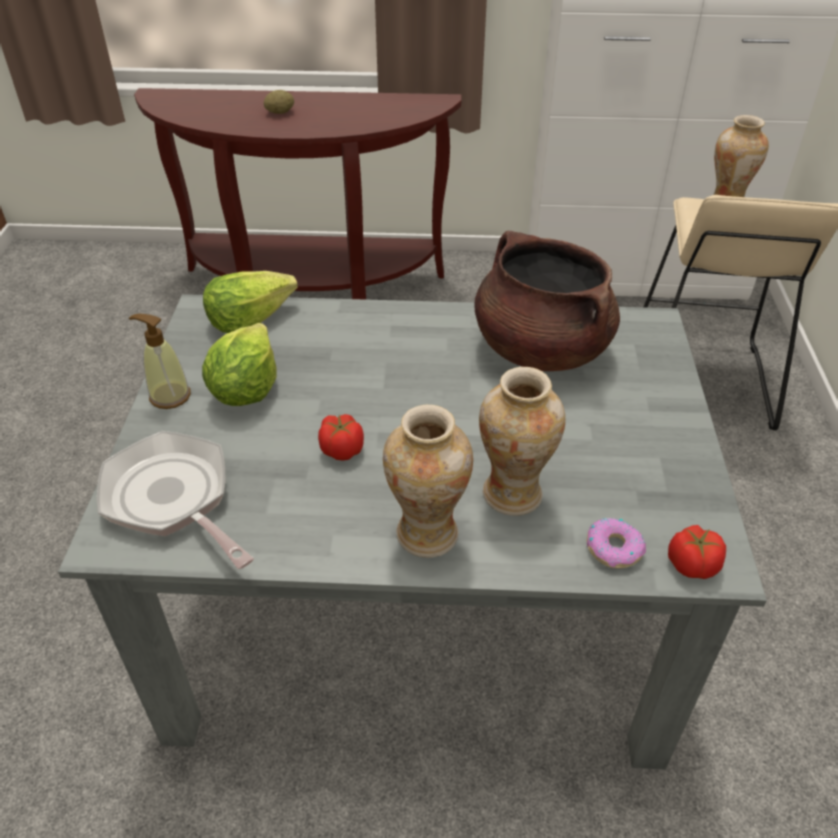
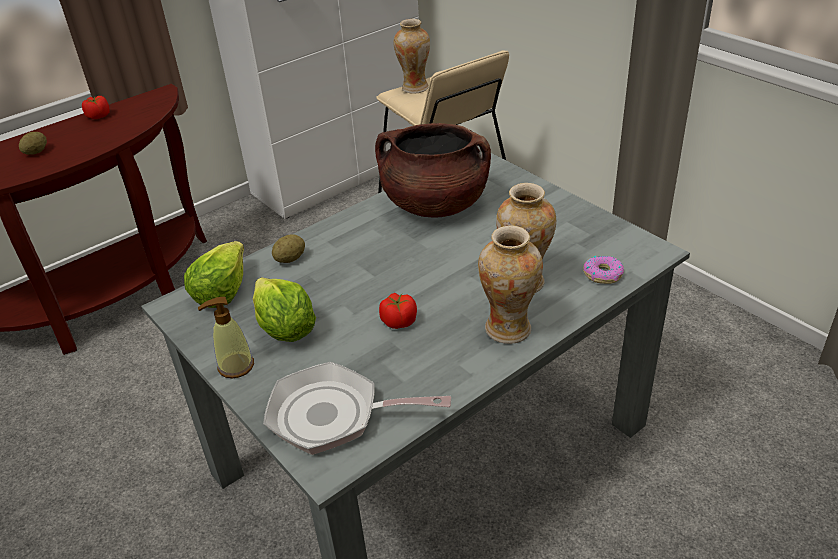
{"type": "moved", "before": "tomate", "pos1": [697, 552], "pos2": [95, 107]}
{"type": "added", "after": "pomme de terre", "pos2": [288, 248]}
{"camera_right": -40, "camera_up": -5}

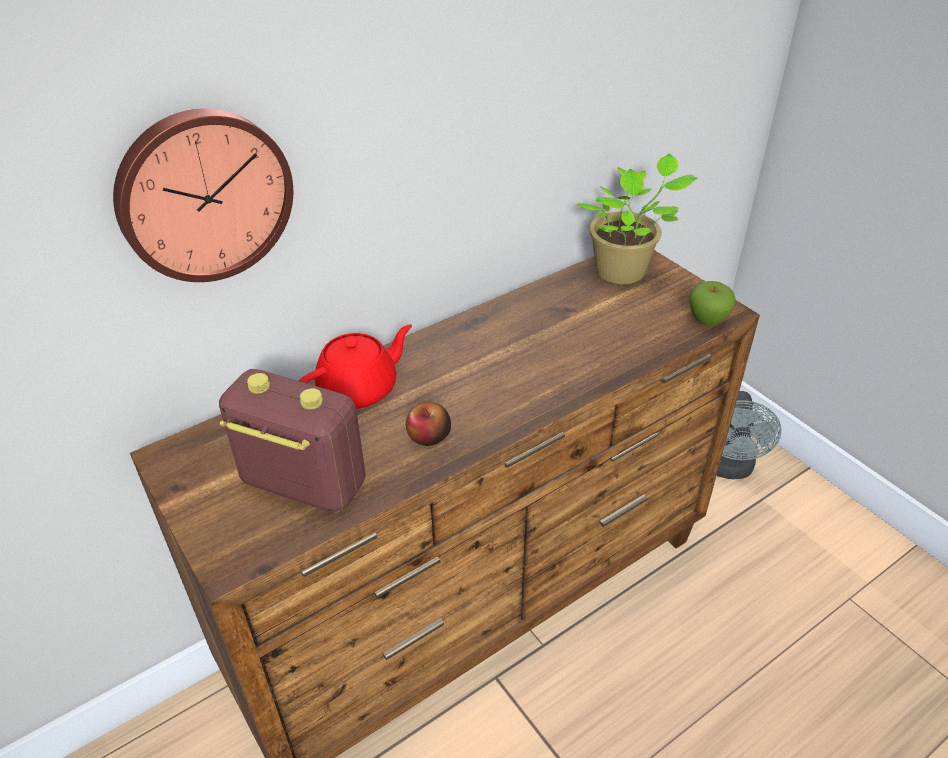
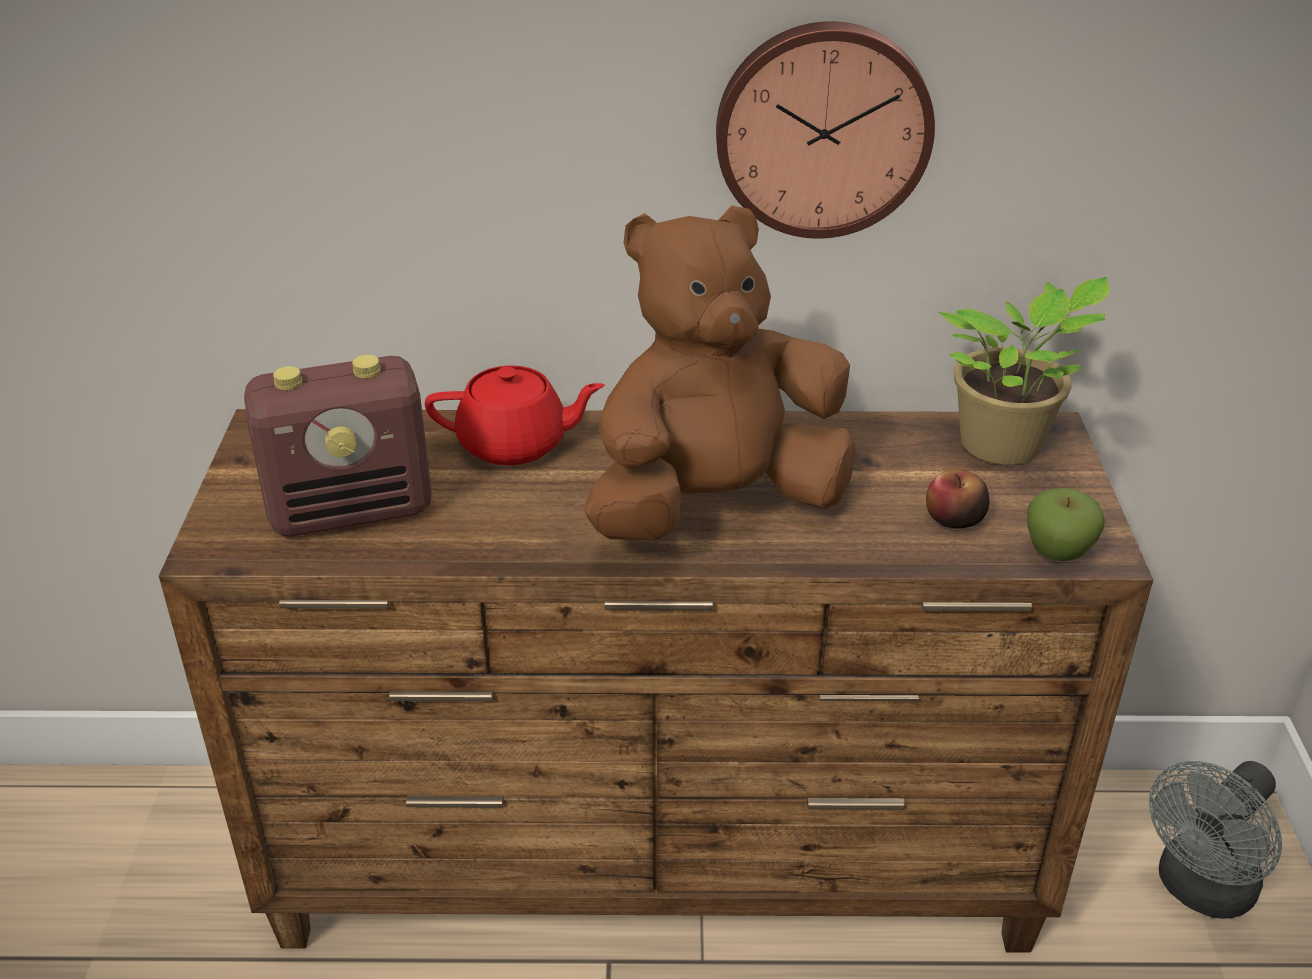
{"type": "moved", "before": "horloge murale", "pos1": [203, 195], "pos2": [825, 130]}
{"type": "turned", "before": "radio", "pos1": [292, 441], "pos2": [338, 445], "turn": 105}
{"type": "moved", "before": "pomme", "pos1": [428, 424], "pos2": [958, 499]}
{"type": "added", "after": "peluche/marron", "pos2": [720, 373]}
{"camera_right": 35, "camera_up": -5}

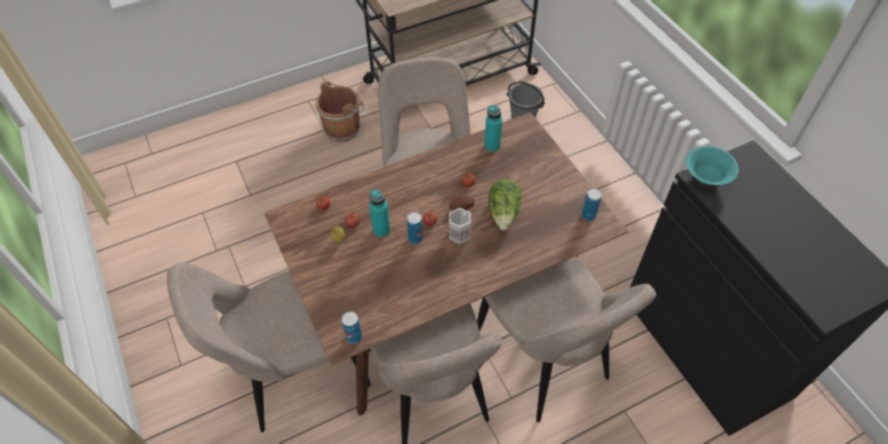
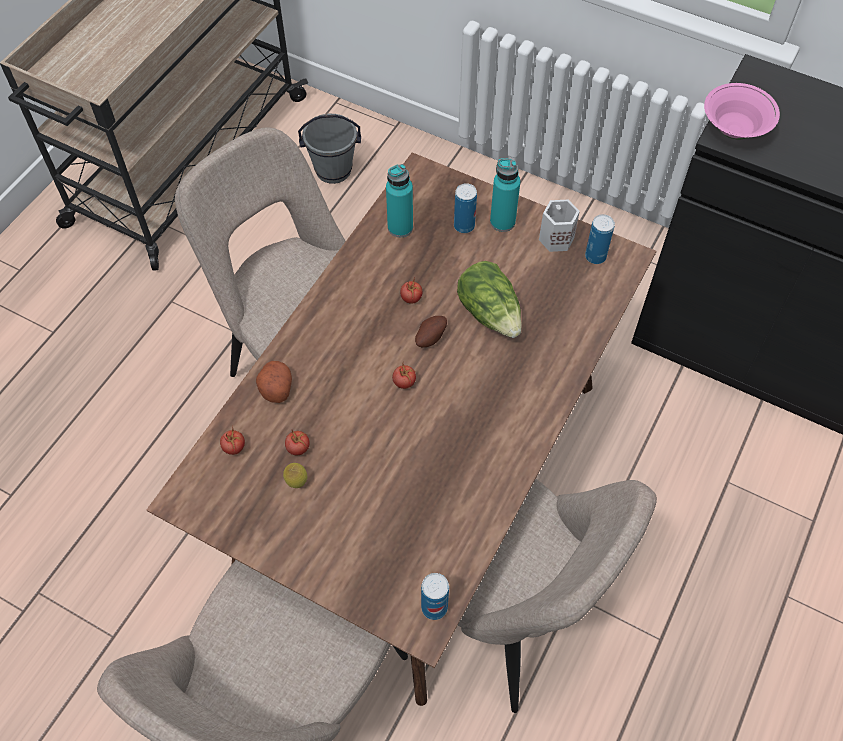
{"type": "removed", "before": "seau/marron", "pos1": [339, 111]}
{"type": "moved", "before": "bouteille/turquoise", "pos1": [379, 213], "pos2": [505, 195]}
{"type": "moved", "before": "boîte métallique", "pos1": [415, 228], "pos2": [465, 208]}
{"type": "moved", "before": "mug/blanc", "pos1": [460, 226], "pos2": [559, 226]}
{"type": "removed", "before": "chaise/beige", "pos1": [566, 339]}
{"type": "recoloured", "before": "bol/turquoise", "after": "bol/rose", "pos1": [712, 165], "pos2": [742, 111]}
{"type": "added", "after": "pomme de terre", "pos2": [274, 382]}
{"camera_right": -35, "camera_up": 5}

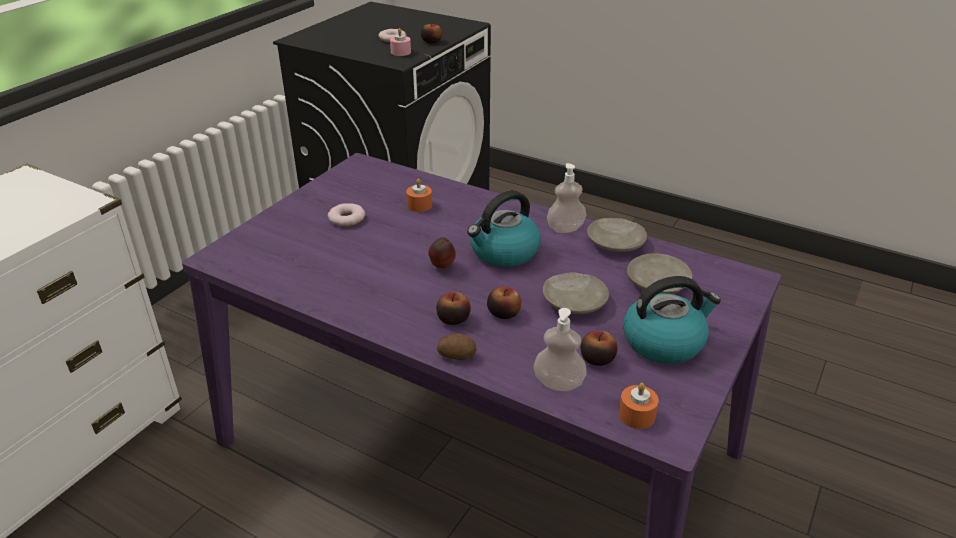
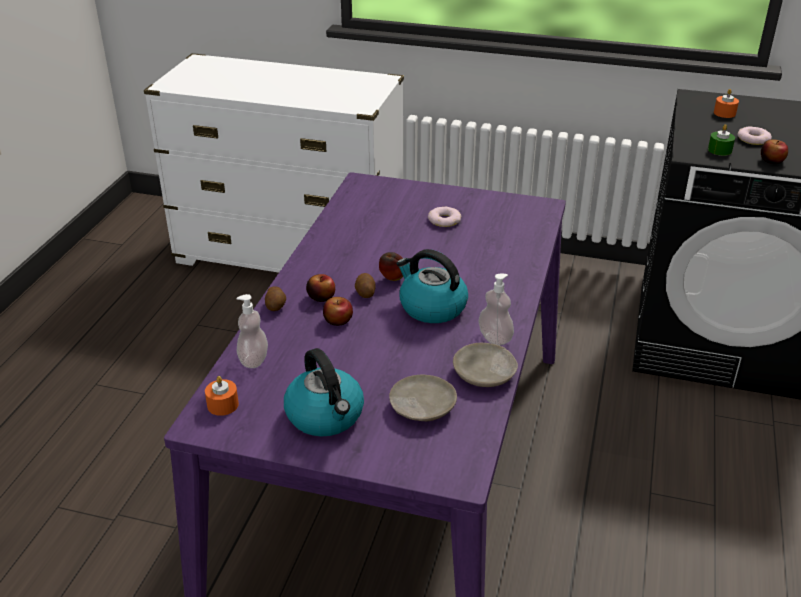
{"type": "recoloured", "before": "bougie/rose", "after": "bougie/vert", "pos1": [400, 42], "pos2": [721, 140]}
{"type": "moved", "before": "bougie/orange", "pos1": [419, 195], "pos2": [726, 103]}
{"type": "removed", "before": "assiette/beige", "pos1": [576, 293]}
{"type": "removed", "before": "pomme", "pos1": [599, 348]}
{"type": "added", "after": "pomme de terre", "pos2": [365, 285]}
{"camera_right": 75, "camera_up": 0}

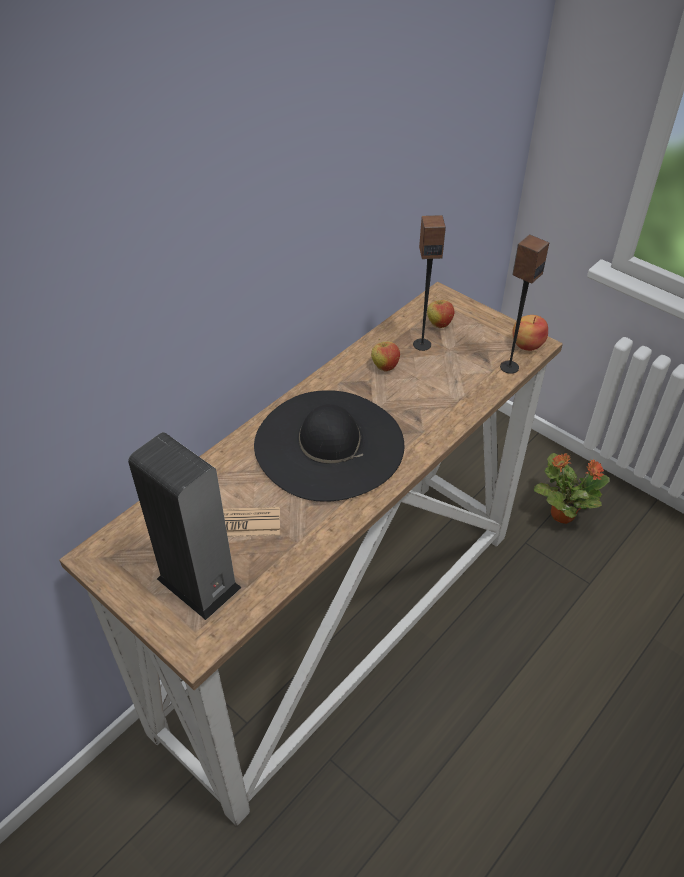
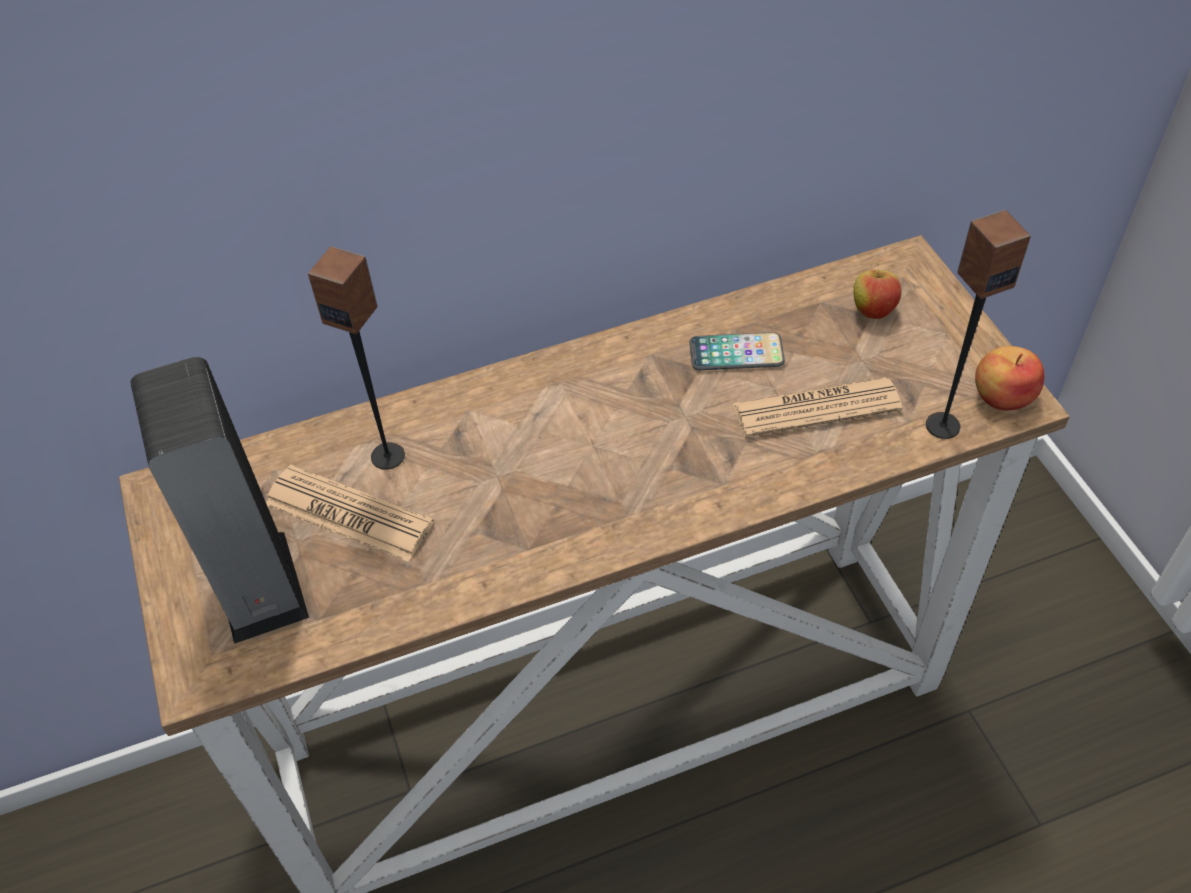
{"type": "removed", "before": "chapeau/noir", "pos1": [329, 446]}
{"type": "replaced", "before": "pomme", "after": "téléphone", "pos1": [385, 355], "pos2": [737, 351]}
{"type": "moved", "before": "enceinte", "pos1": [429, 283], "pos2": [356, 358]}
{"type": "removed", "before": "plante en pot", "pos1": [572, 488]}
{"type": "added", "after": "journal", "pos2": [817, 407]}
{"camera_right": 30, "camera_up": 5}

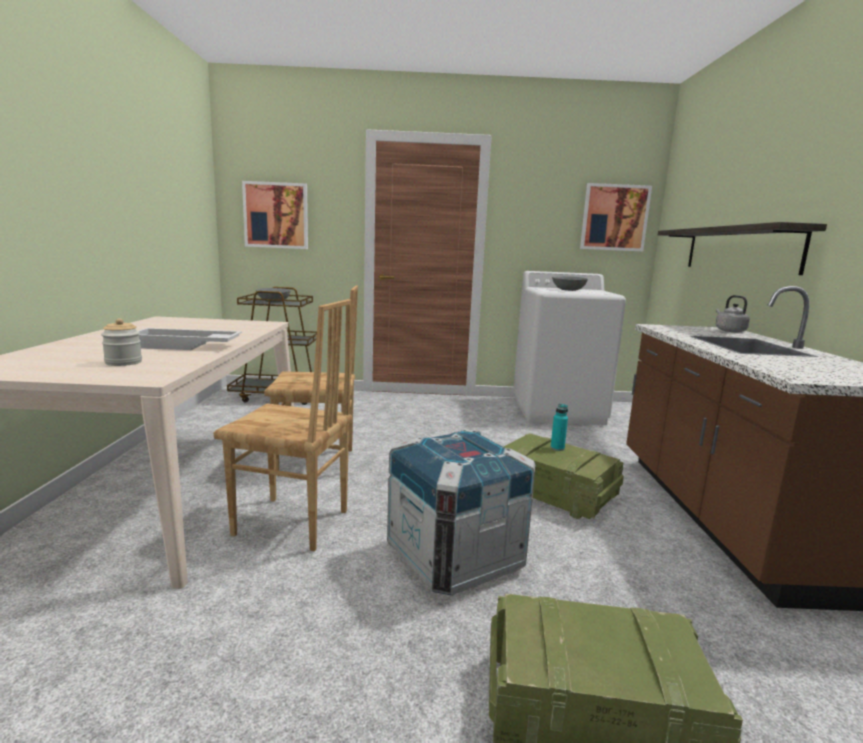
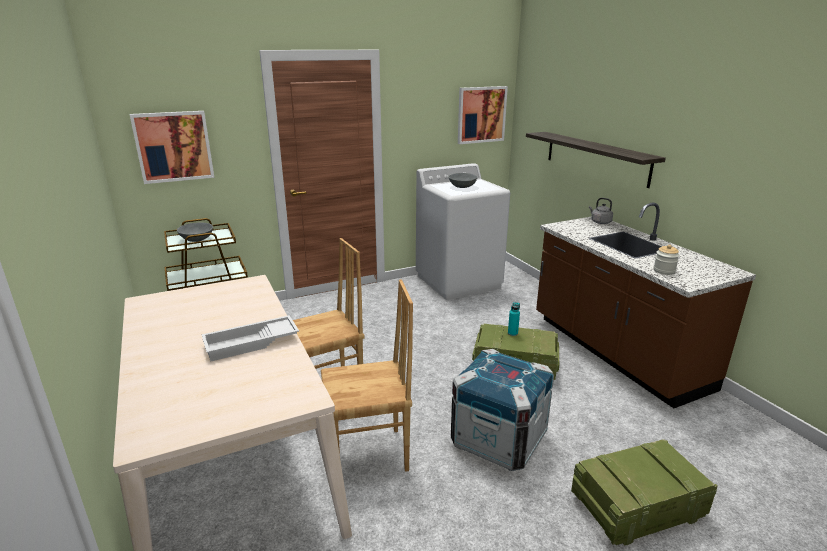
{"type": "moved", "before": "bocal", "pos1": [121, 342], "pos2": [666, 260]}
{"camera_right": -25, "camera_up": 10}

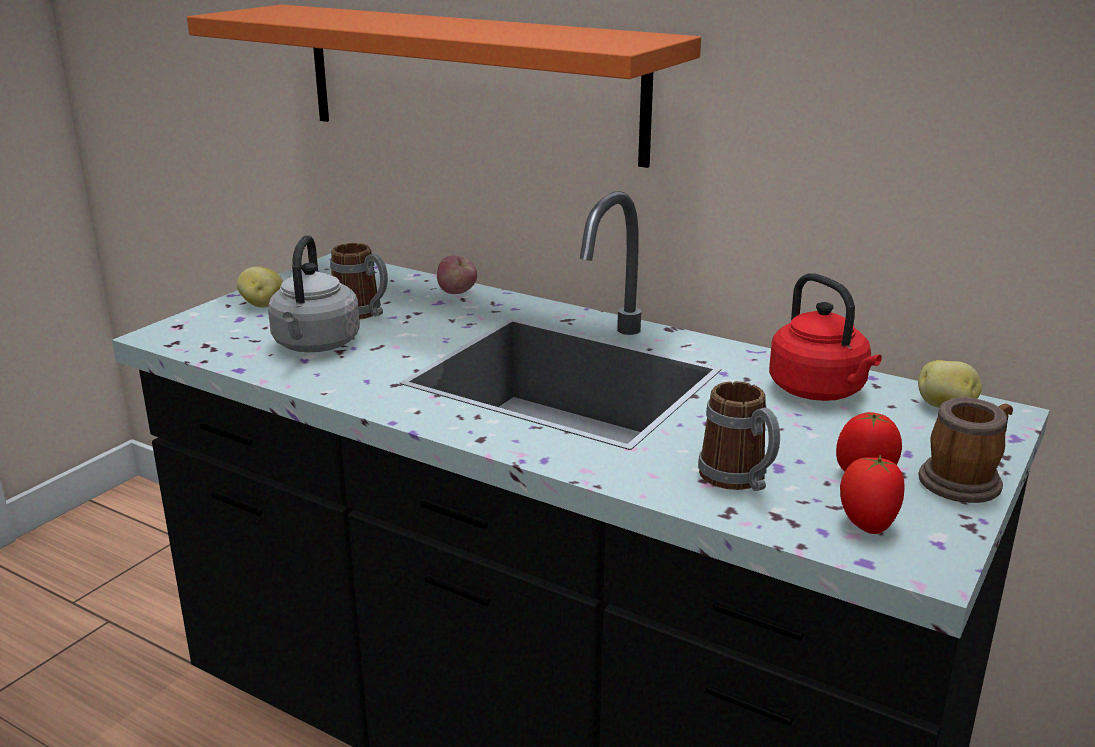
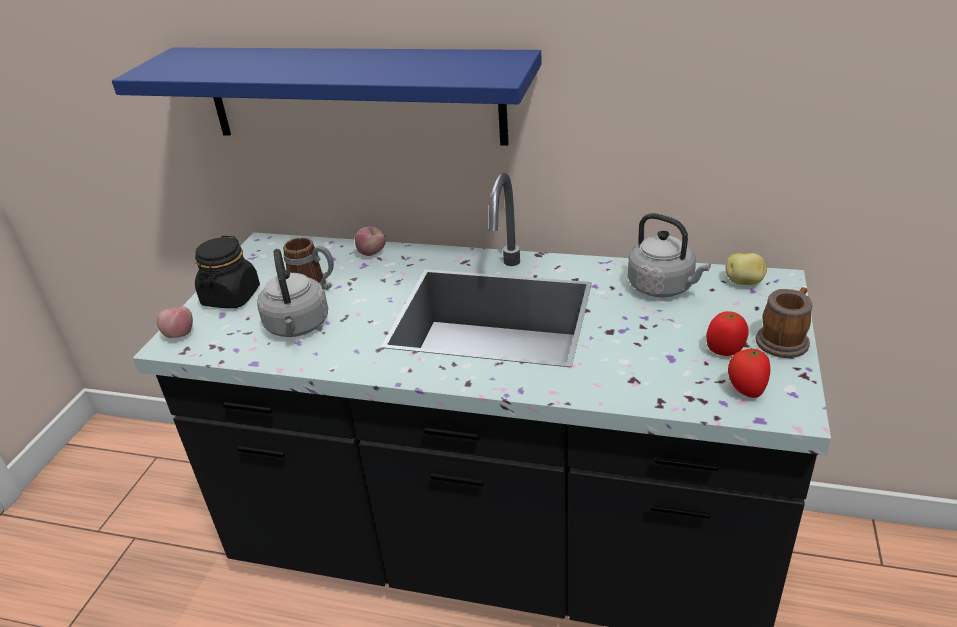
{"type": "recoloured", "before": "étagère/orange", "after": "étagère/bleu", "pos1": [444, 86], "pos2": [327, 96]}
{"type": "replaced", "before": "pomme de terre", "after": "bocal/noir", "pos1": [260, 286], "pos2": [227, 272]}
{"type": "removed", "before": "mug", "pos1": [739, 436]}
{"type": "recoloured", "before": "bouilloire/rouge", "after": "bouilloire/gris", "pos1": [825, 337], "pos2": [669, 255]}
{"type": "added", "after": "pomme", "pos2": [175, 322]}
{"camera_right": -15, "camera_up": 10}

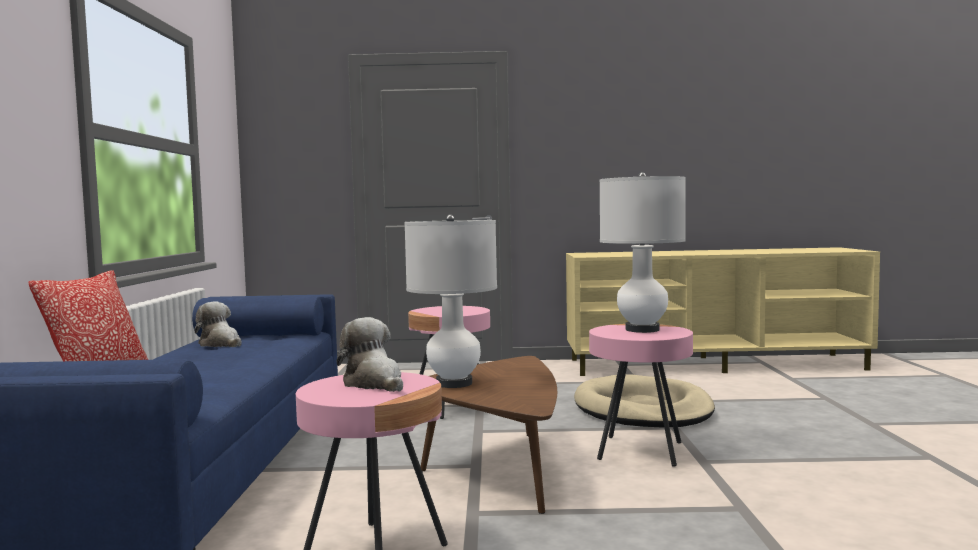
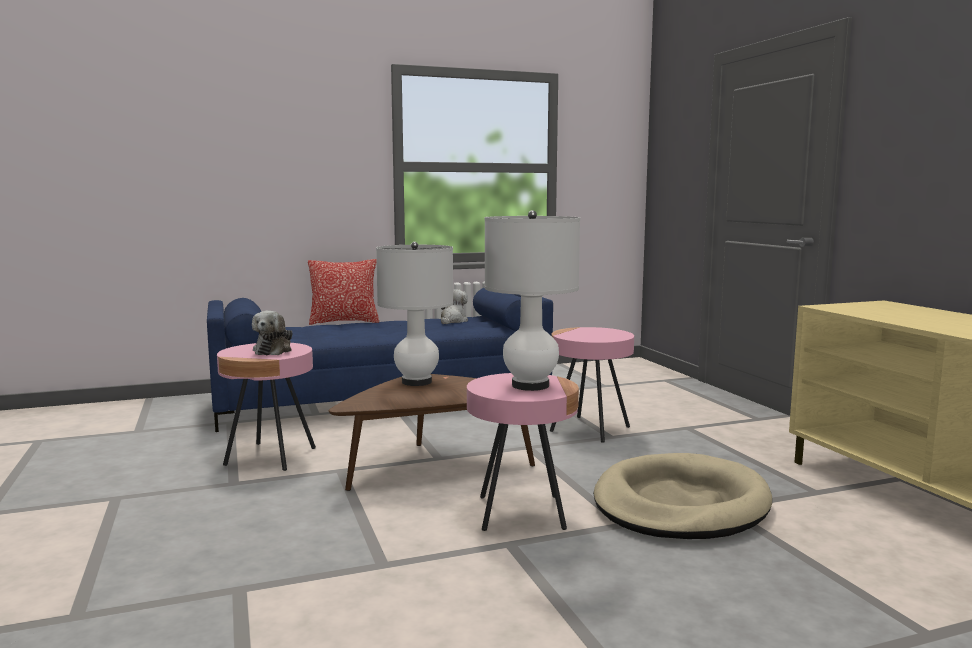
{"type": "turned", "before": "peluche", "pos1": [370, 354], "pos2": [272, 333], "turn": 150}
{"camera_right": 70, "camera_up": 5}

